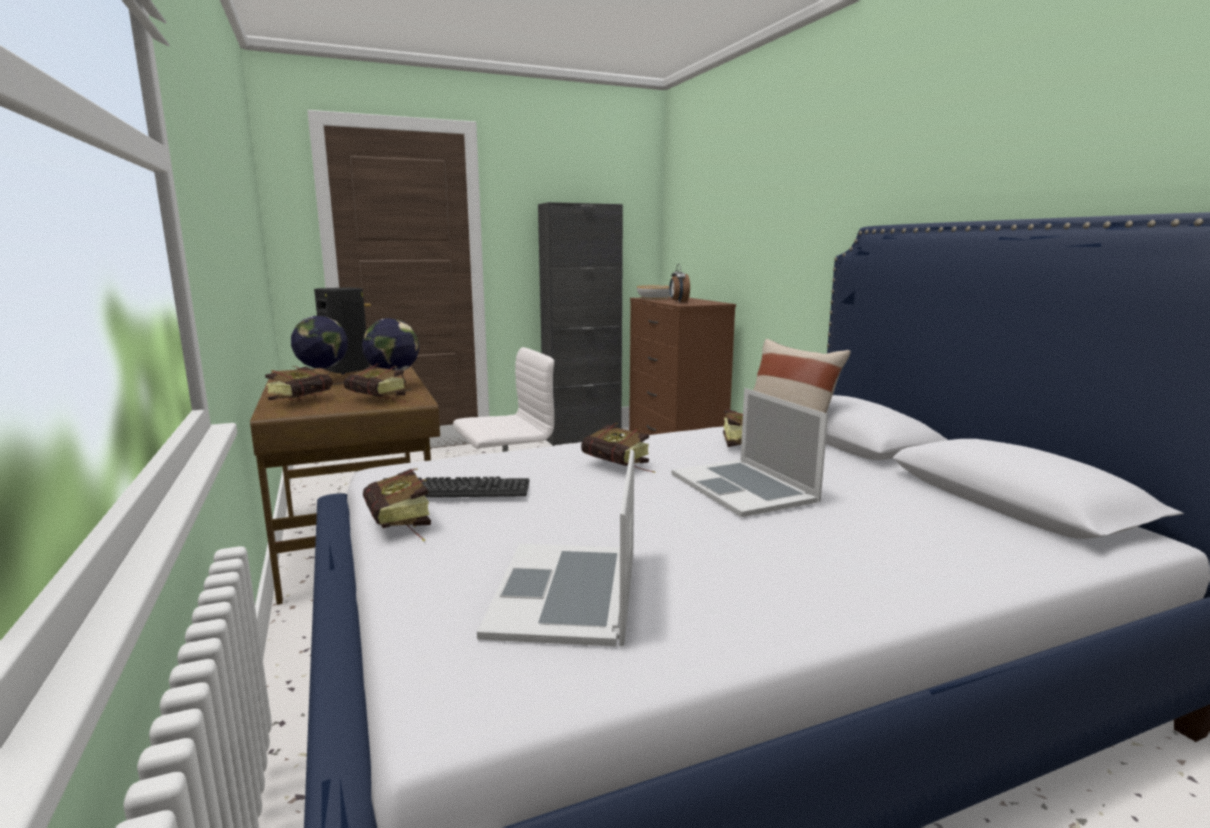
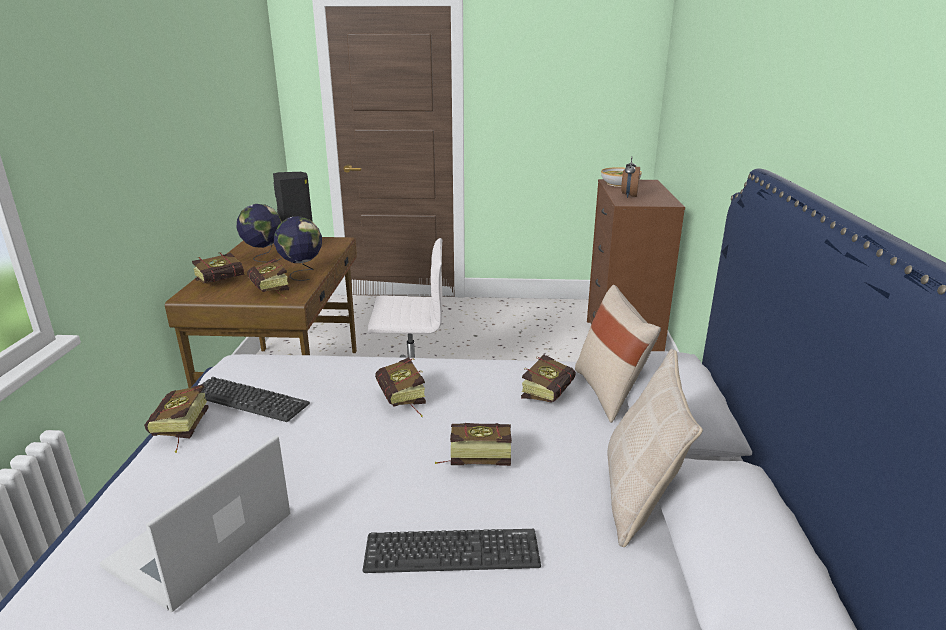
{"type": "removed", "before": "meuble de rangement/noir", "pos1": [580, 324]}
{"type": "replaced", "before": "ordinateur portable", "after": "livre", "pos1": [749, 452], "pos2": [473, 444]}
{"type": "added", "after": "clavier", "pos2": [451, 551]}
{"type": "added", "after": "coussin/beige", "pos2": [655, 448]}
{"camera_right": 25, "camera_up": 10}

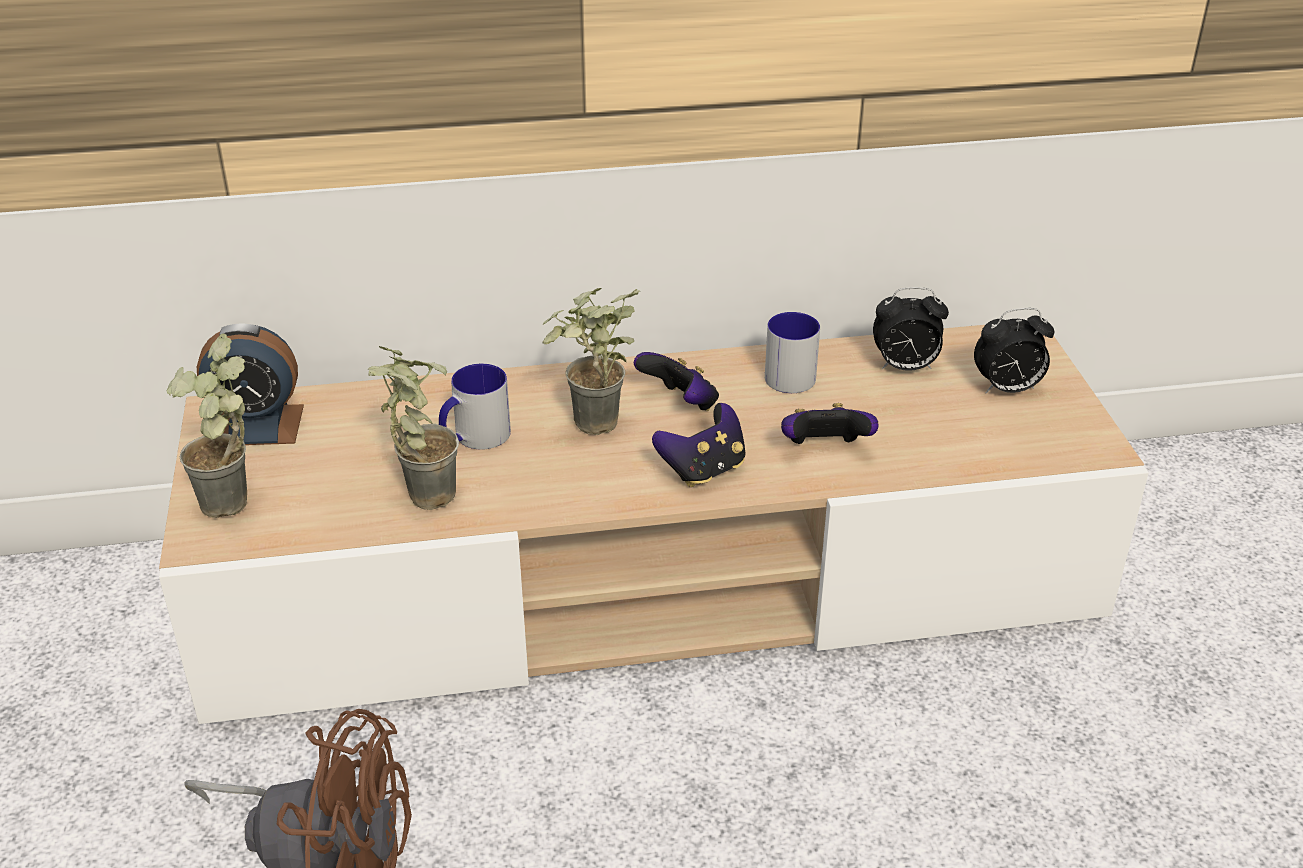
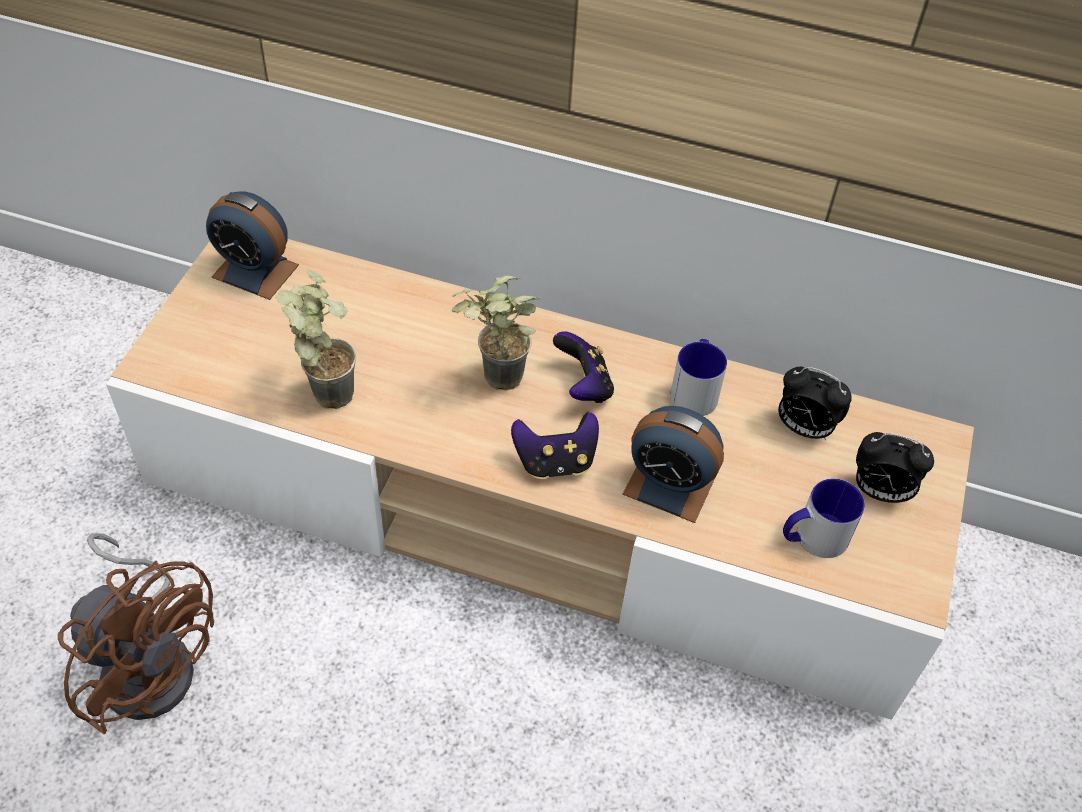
{"type": "removed", "before": "plante en pot", "pos1": [207, 425]}
{"type": "moved", "before": "mug", "pos1": [475, 407], "pos2": [824, 518]}
{"type": "replaced", "before": "manette", "after": "réveil", "pos1": [830, 423], "pos2": [673, 464]}
{"camera_right": 25, "camera_up": 15}

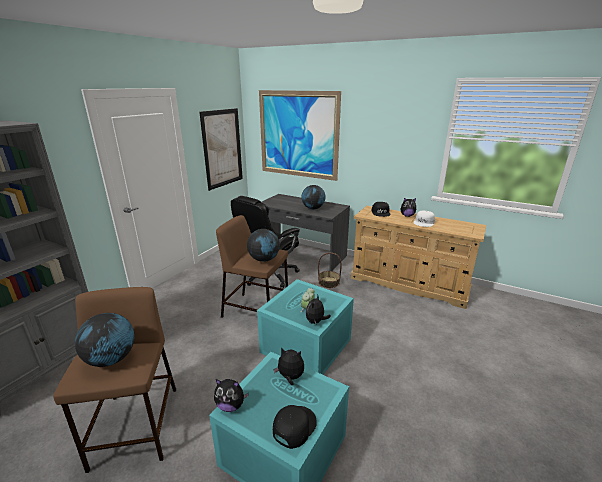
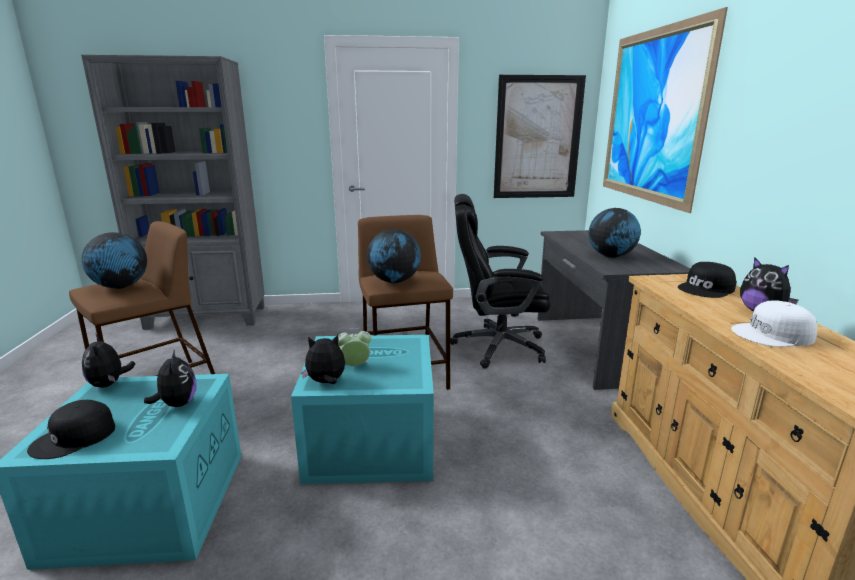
{"type": "turned", "before": "casquette/noir", "pos1": [295, 427], "pos2": [71, 429], "turn": 135}
{"type": "removed", "before": "panier", "pos1": [330, 270]}
{"camera_right": 55, "camera_up": -5}

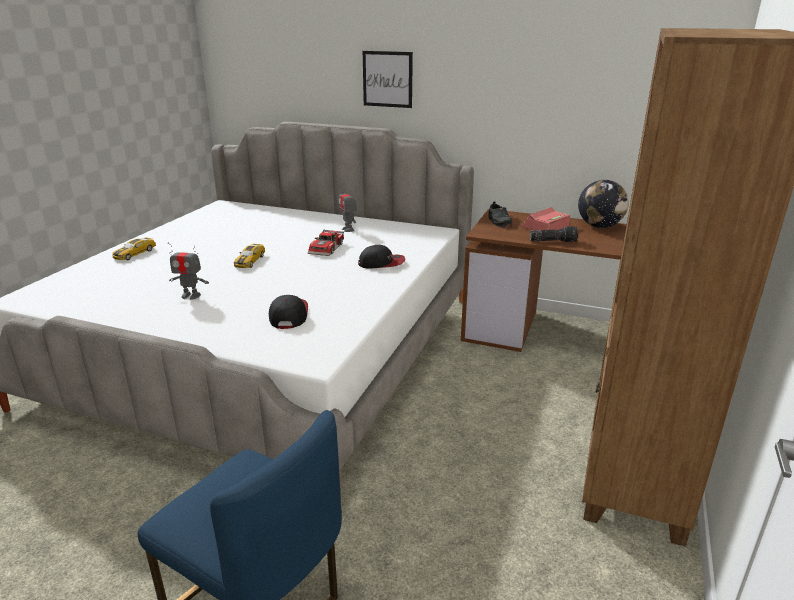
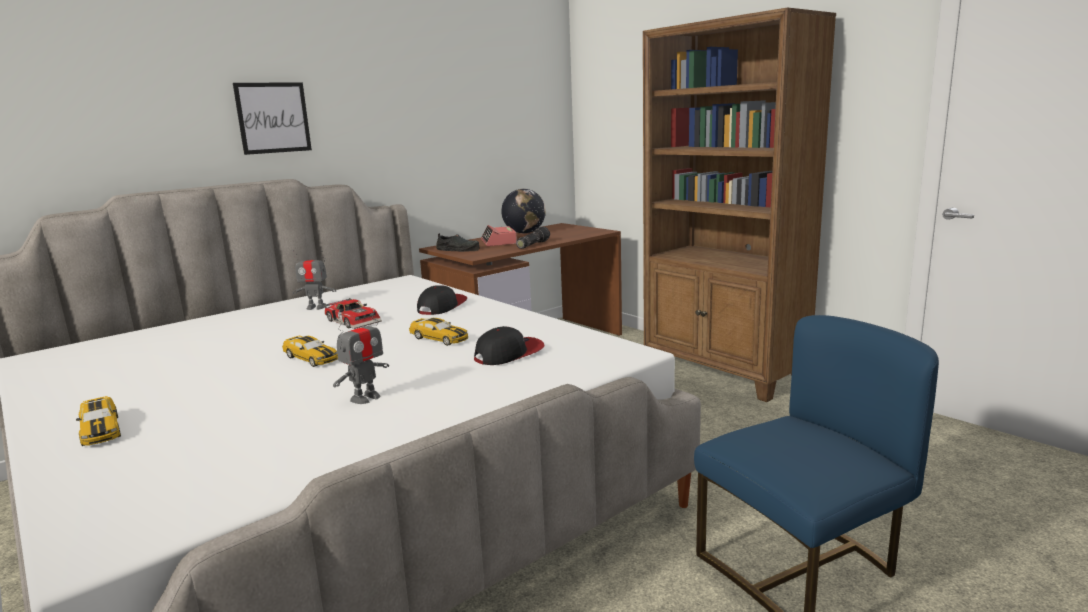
{"type": "turned", "before": "casquette", "pos1": [288, 312], "pos2": [509, 345], "turn": 120}
{"type": "added", "after": "petite voiture", "pos2": [438, 332]}
{"camera_right": -60, "camera_up": -10}

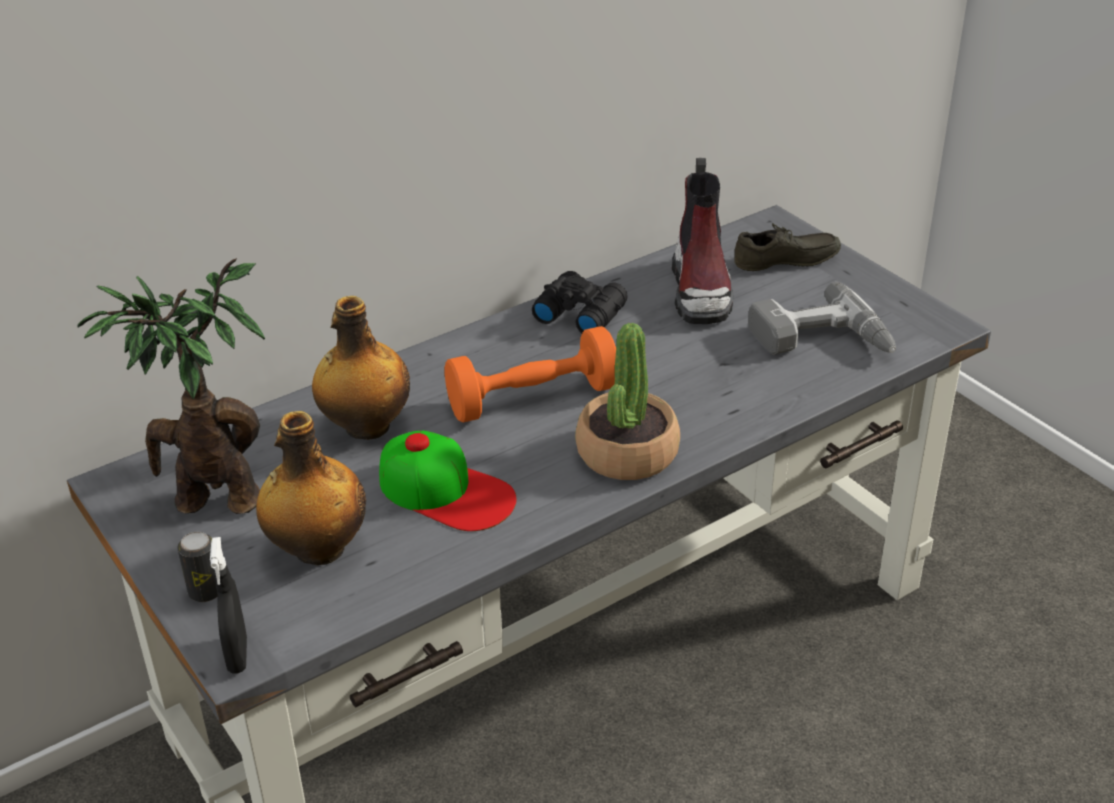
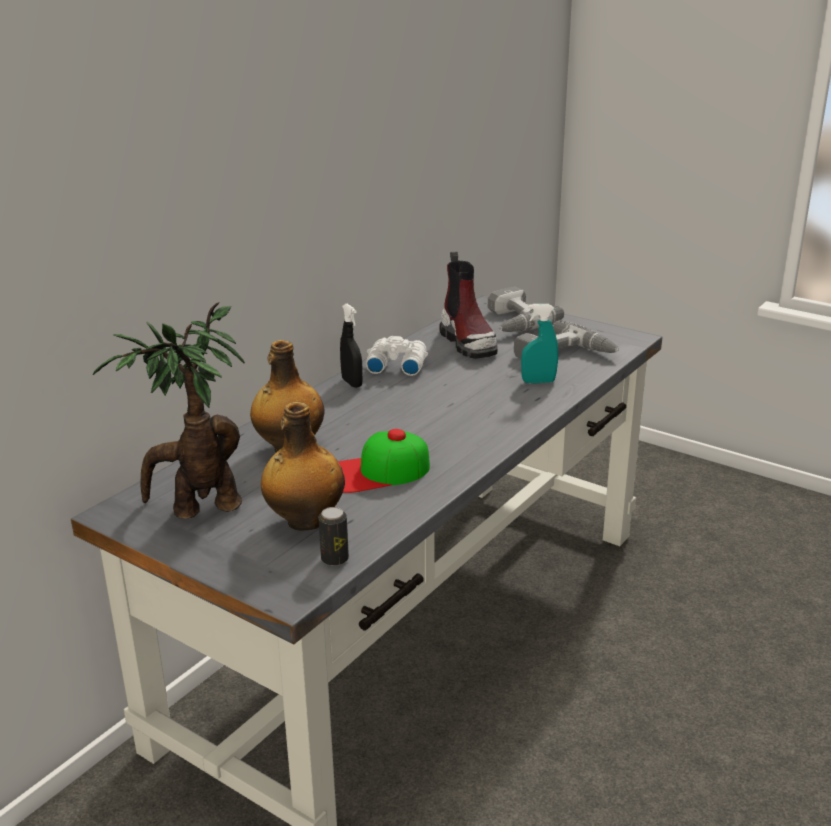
{"type": "moved", "before": "boîte métallique", "pos1": [197, 567], "pos2": [333, 536]}
{"type": "moved", "before": "vaporisateur/noir", "pos1": [228, 605], "pos2": [351, 346]}
{"type": "turned", "before": "casquette", "pos1": [448, 481], "pos2": [384, 461], "turn": 150}
{"type": "removed", "before": "haltère/orange", "pos1": [530, 374]}
{"type": "recoloured", "before": "jumelles/noir", "after": "jumelles/blanc", "pos1": [580, 302], "pos2": [397, 356]}
{"type": "removed", "before": "plante en pot", "pos1": [627, 401]}
{"type": "replaced", "before": "chaussure/gris", "after": "perceuse", "pos1": [787, 247], "pos2": [526, 309]}
{"type": "added", "after": "vaporisateur/turquoise", "pos2": [539, 343]}
{"camera_right": -20, "camera_up": -10}

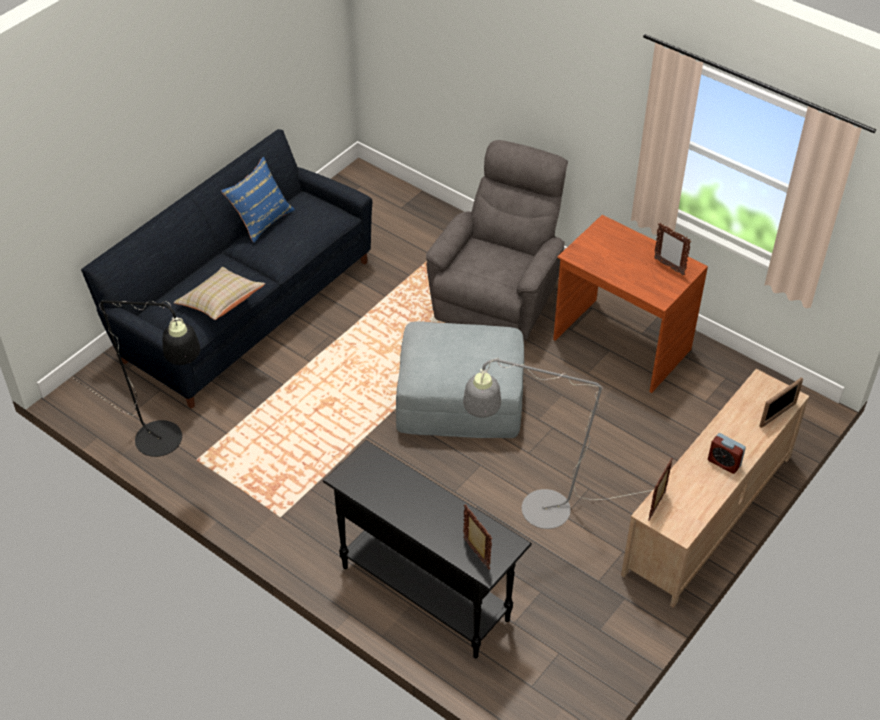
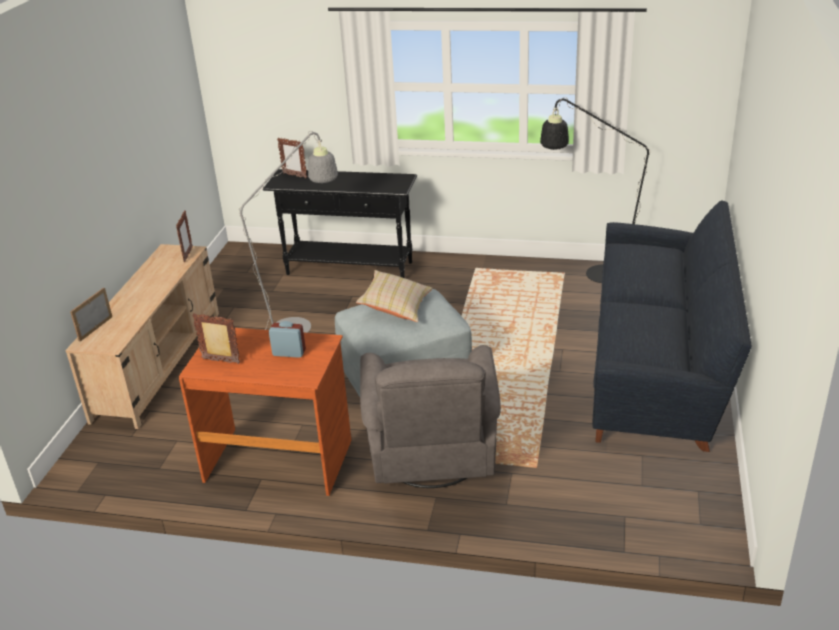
{"type": "moved", "before": "coussin/beige", "pos1": [219, 293], "pos2": [394, 296]}
{"type": "removed", "before": "coussin/bleu", "pos1": [258, 200]}
{"type": "moved", "before": "réveil", "pos1": [727, 453], "pos2": [287, 339]}
{"camera_right": 155, "camera_up": -15}

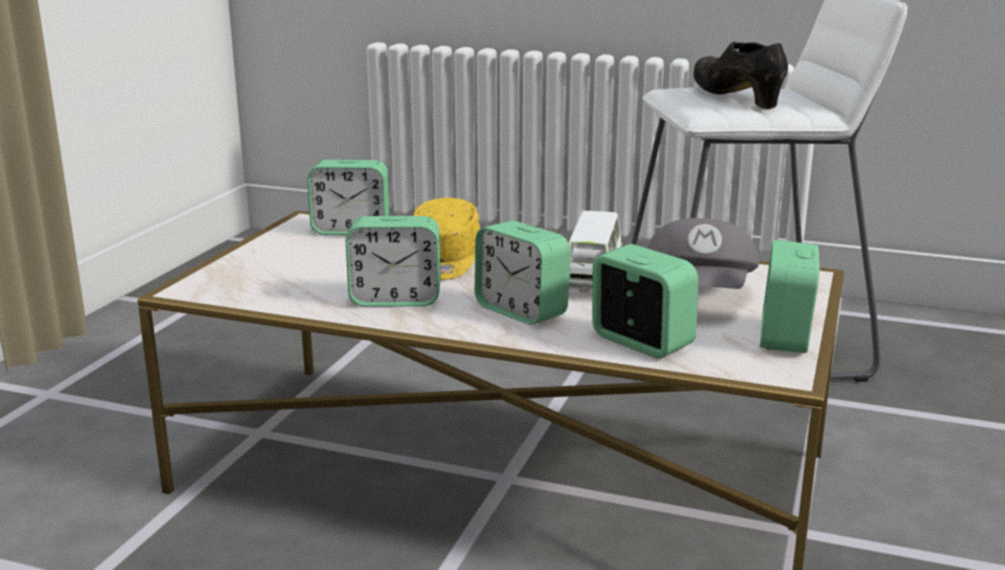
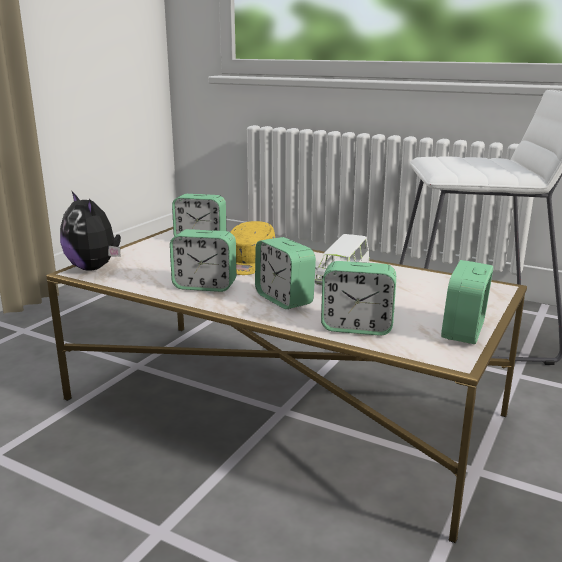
{"type": "turned", "before": "réveil", "pos1": [645, 301], "pos2": [358, 298], "turn": 135}
{"type": "removed", "before": "casquette/gris", "pos1": [703, 253]}
{"type": "removed", "before": "chaussure/noir", "pos1": [741, 75]}
{"type": "added", "after": "peluche", "pos2": [90, 230]}
{"camera_right": 10, "camera_up": 0}

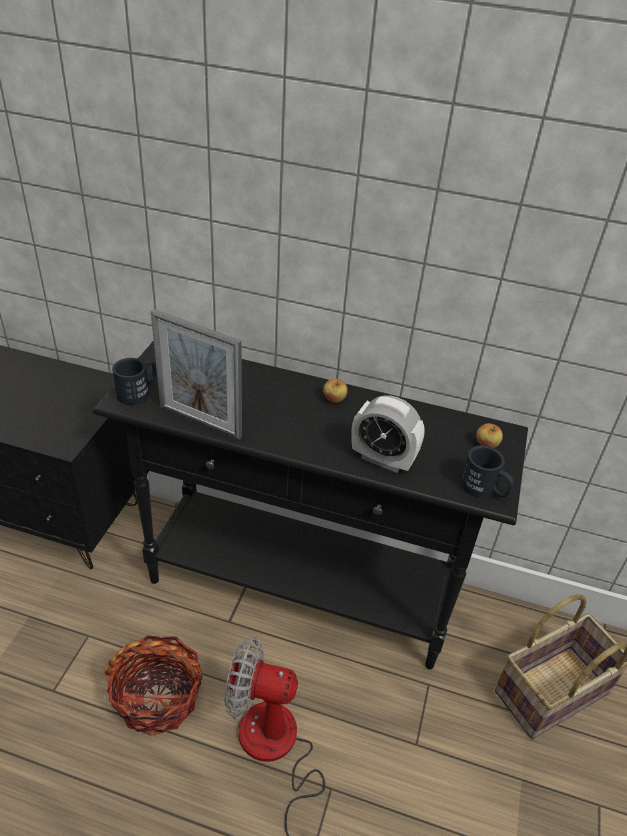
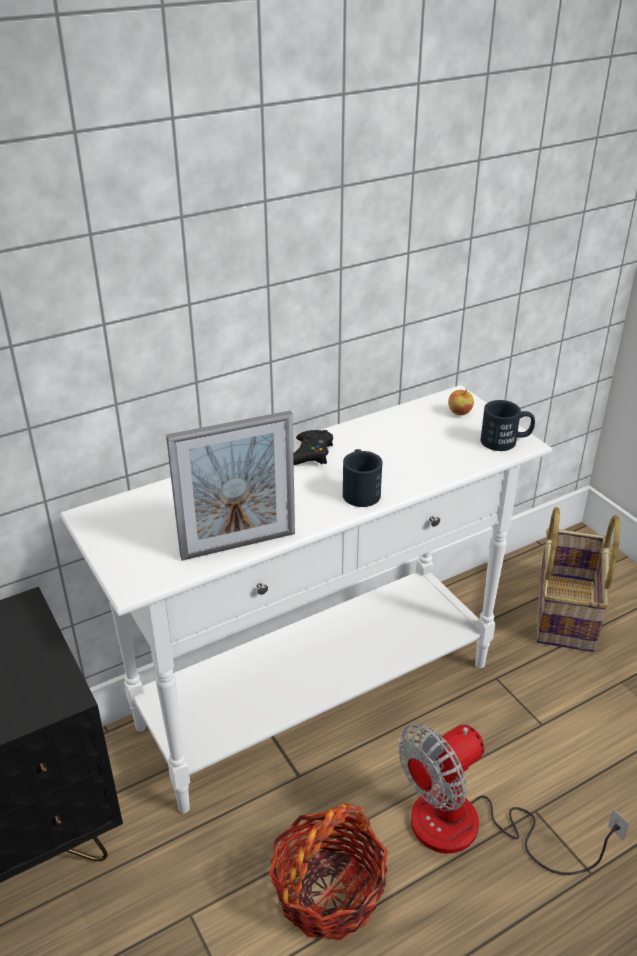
{"type": "recoloured", "before": "table console/noir", "after": "table console/blanc", "pos1": [310, 504], "pos2": [306, 599]}
{"type": "moved", "before": "mug/noir", "pos1": [134, 381], "pos2": [362, 478]}
{"type": "replaced", "before": "pomme", "after": "manette/noir", "pos1": [335, 391], "pos2": [313, 447]}
{"type": "removed", "before": "réveil", "pos1": [388, 434]}
{"camera_right": -45, "camera_up": -5}

